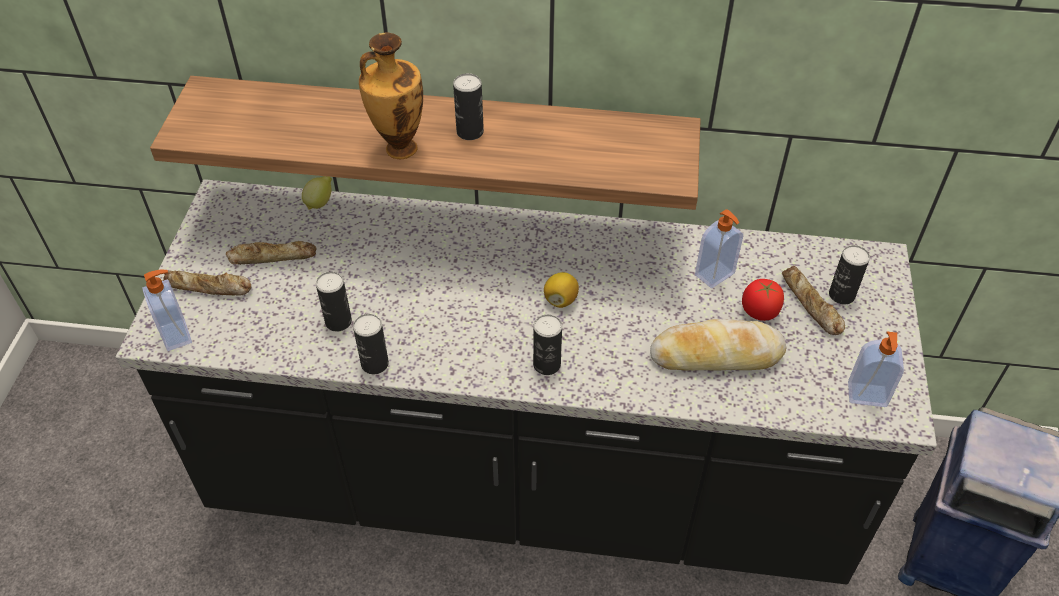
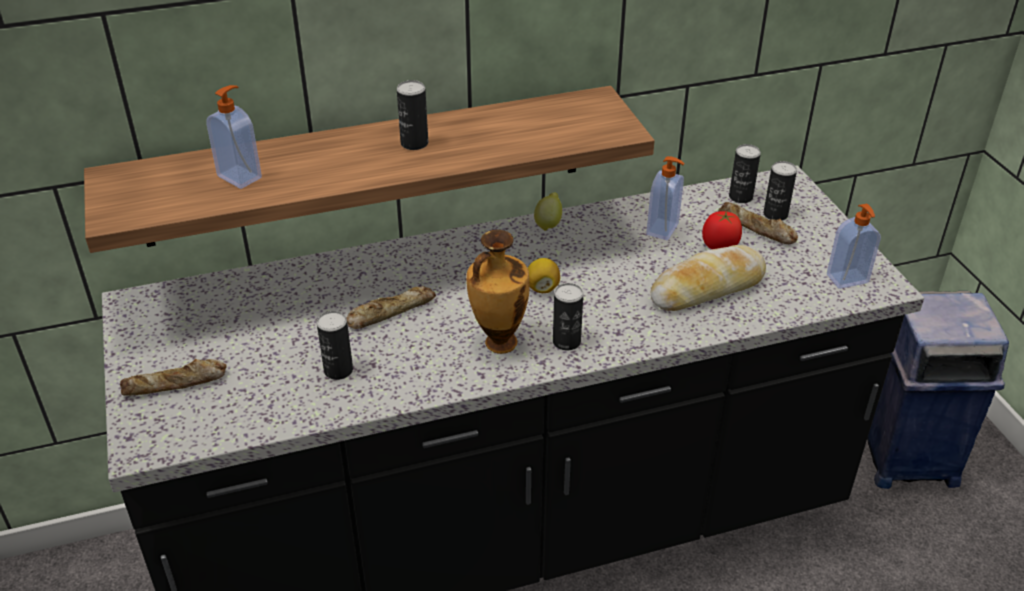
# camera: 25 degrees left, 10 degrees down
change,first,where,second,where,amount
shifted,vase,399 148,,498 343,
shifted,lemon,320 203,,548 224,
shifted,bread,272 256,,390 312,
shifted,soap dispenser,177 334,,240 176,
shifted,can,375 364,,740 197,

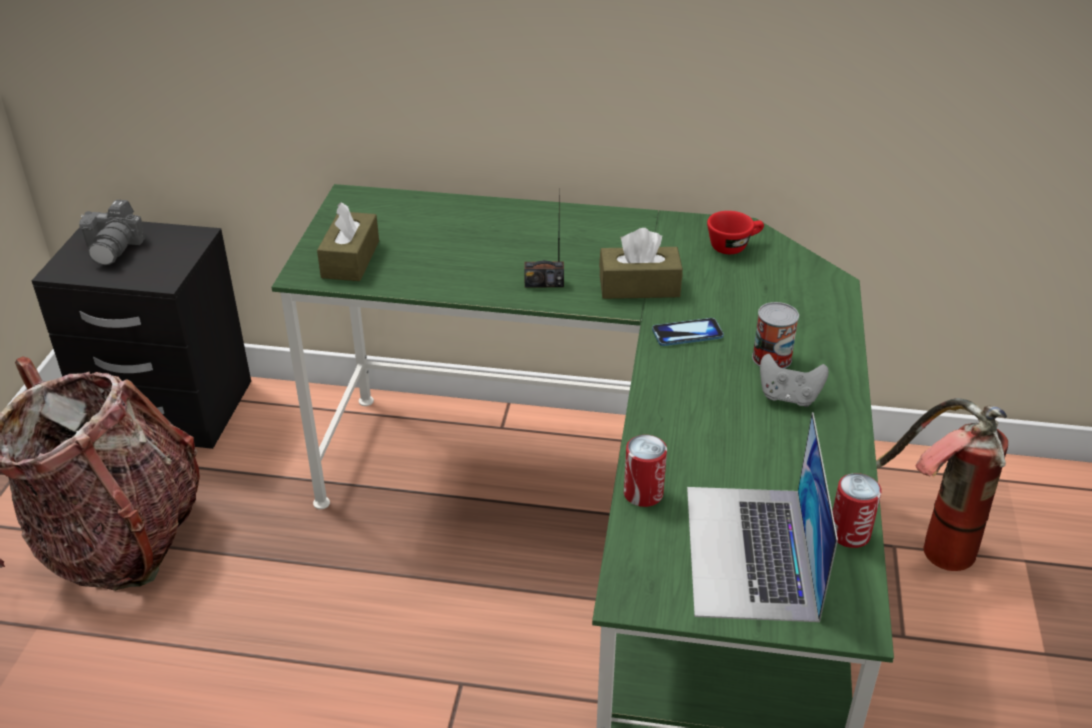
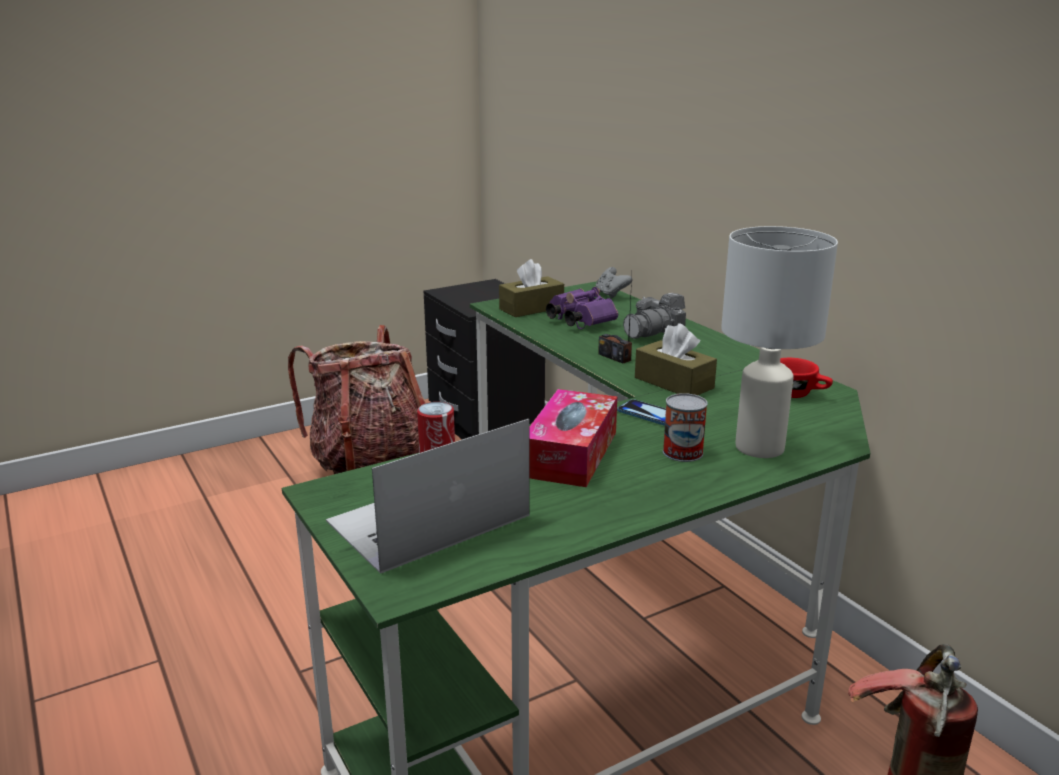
# camera: 50 degrees right, 15 degrees down
change,first,where,second,where,amount
shifted,photo camera,115 247,,654 333,
shifted,grey game controller,788 397,,611 294,
gone,can,849 534,,,
new,,,white table lamp,759 448,
new,,,purple binoculars,578 321,
new,,,tissue box,570 454,

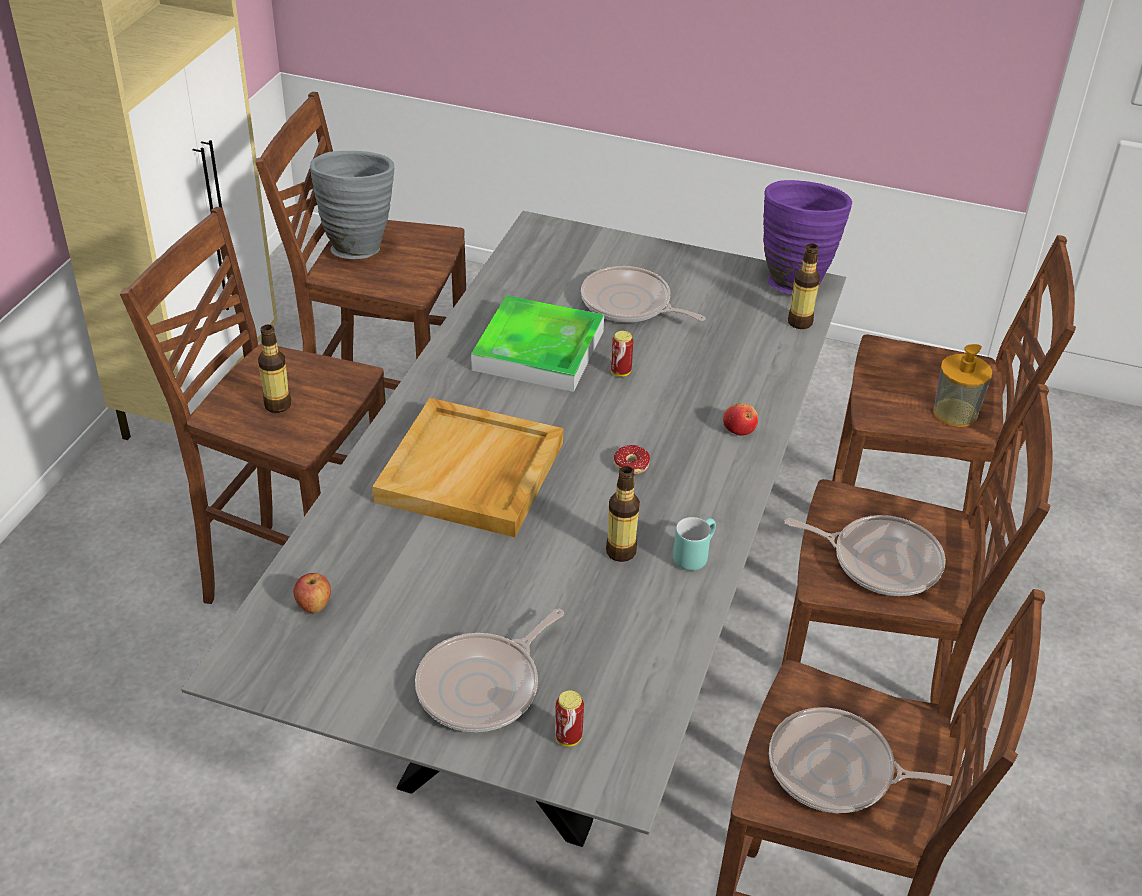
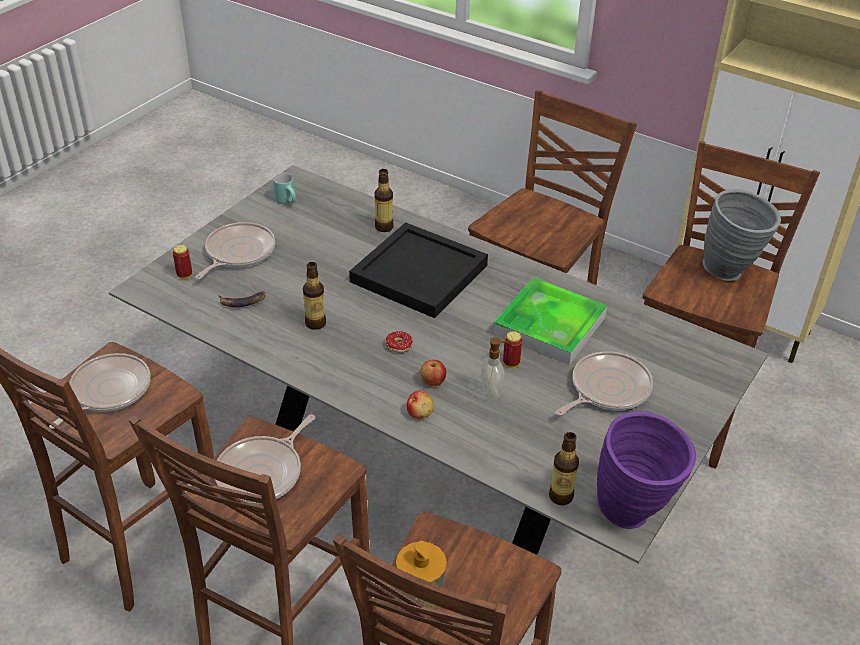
# camera: 105 degrees right, 0 degrees up
change,first,where,second,where,amount
shifted,bottle,277 405,,384 227,
repainted,beige tray,471 473,black tray,417 273,
shifted,turquoise mug,693 554,,288 201,
shifted,apple,313 605,,433 382,
rotated,frying pan,483 686,,238 253,60 degrees clockwise
new,,,banana,242 301,
new,,,soap dispenser,492 393,

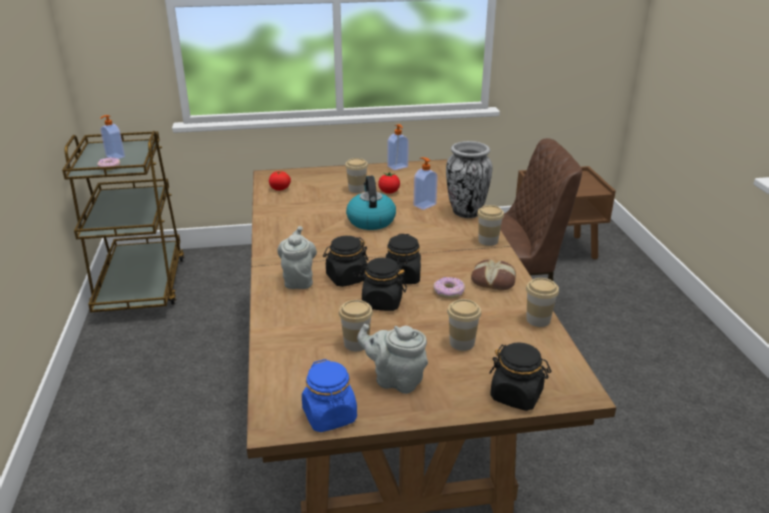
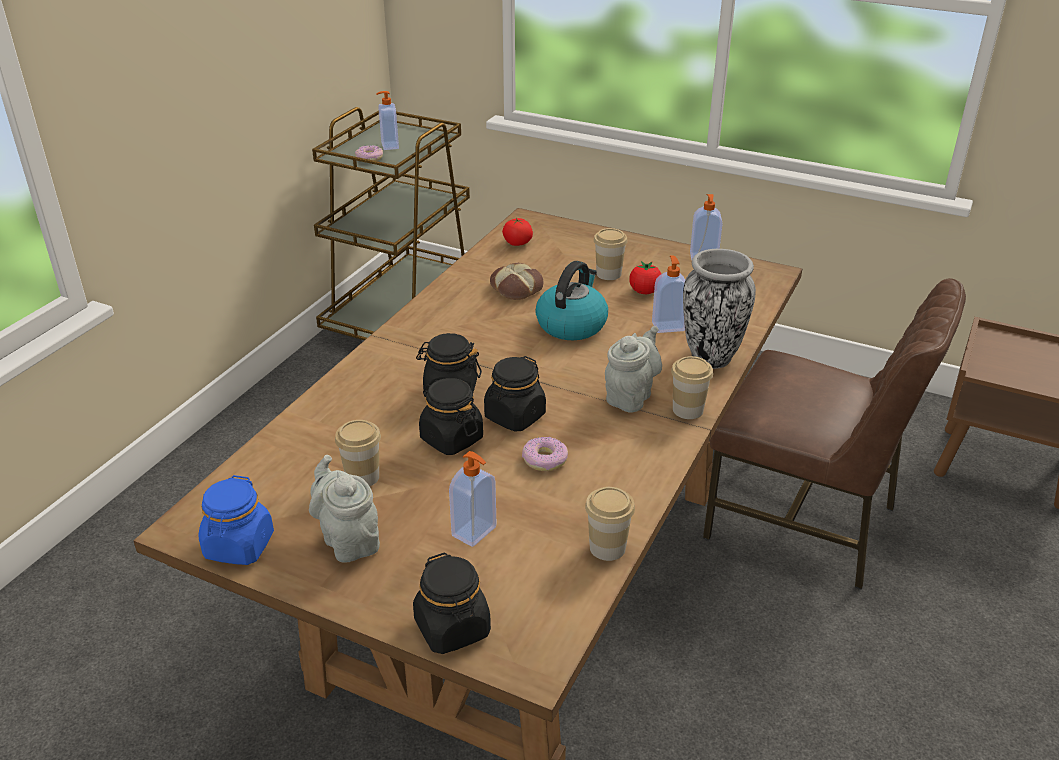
# camera: 35 degrees right, 5 degrees up
change,first,where,second,where,amount
shifted,grey teapot,298 279,,630 396,
shifted,bread,494 280,,517 288,
swapped,cup,462 343,soap dispenser,475 532,

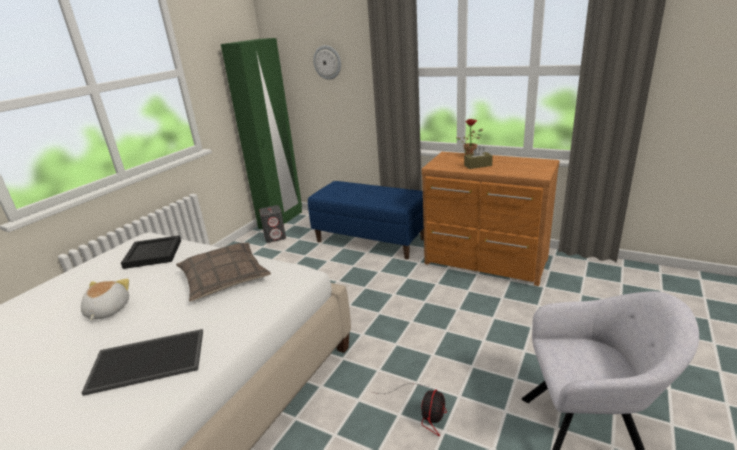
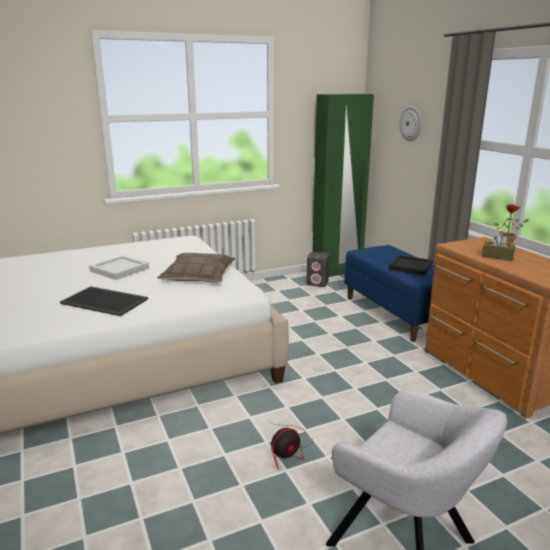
# camera: 35 degrees right, 5 degrees down
change,first,where,second,where,amount
shifted,black tray,152 254,,410 267,
swapped,plush toy,107 310,white tray,118 269,

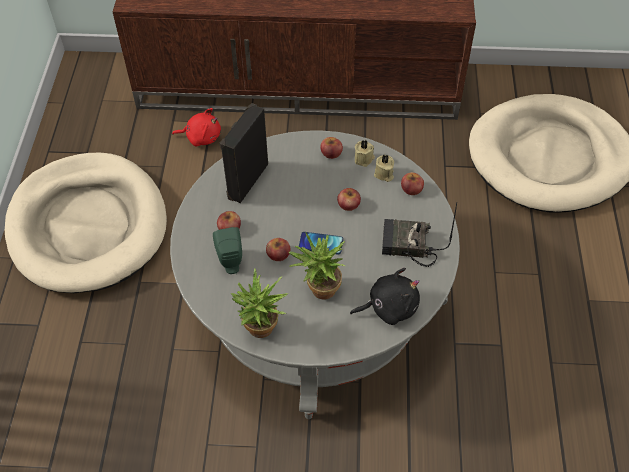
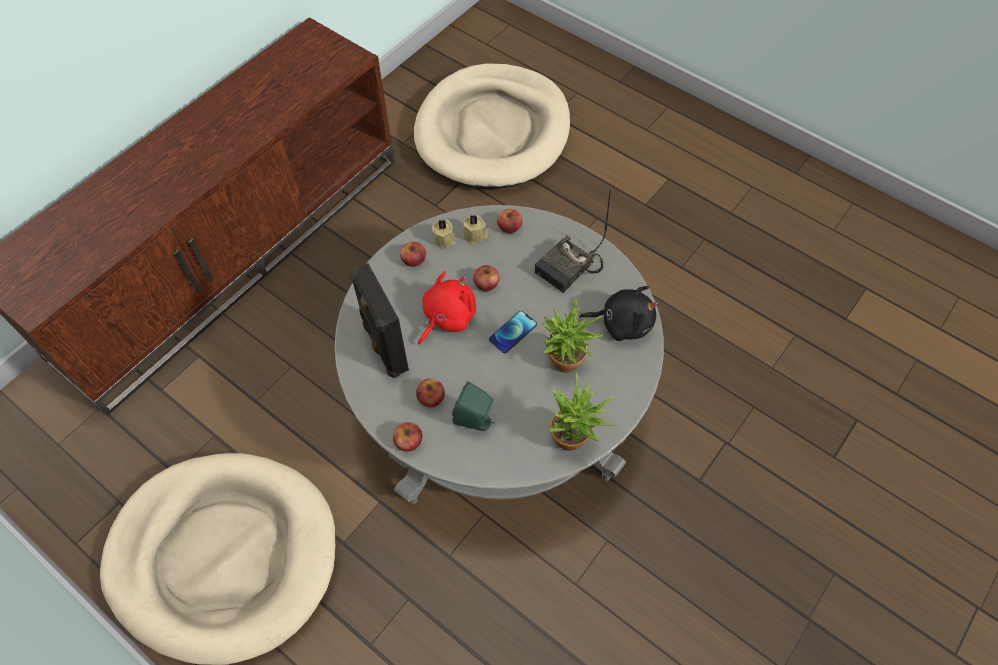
# camera: 55 degrees left, 5 degrees up
change,first,where,second,where,amount
shifted,red plush toy,201 137,,447 317,
shifted,apple,278 254,,408 441,
rotated,black plush toy,389 307,,622 323,75 degrees clockwise

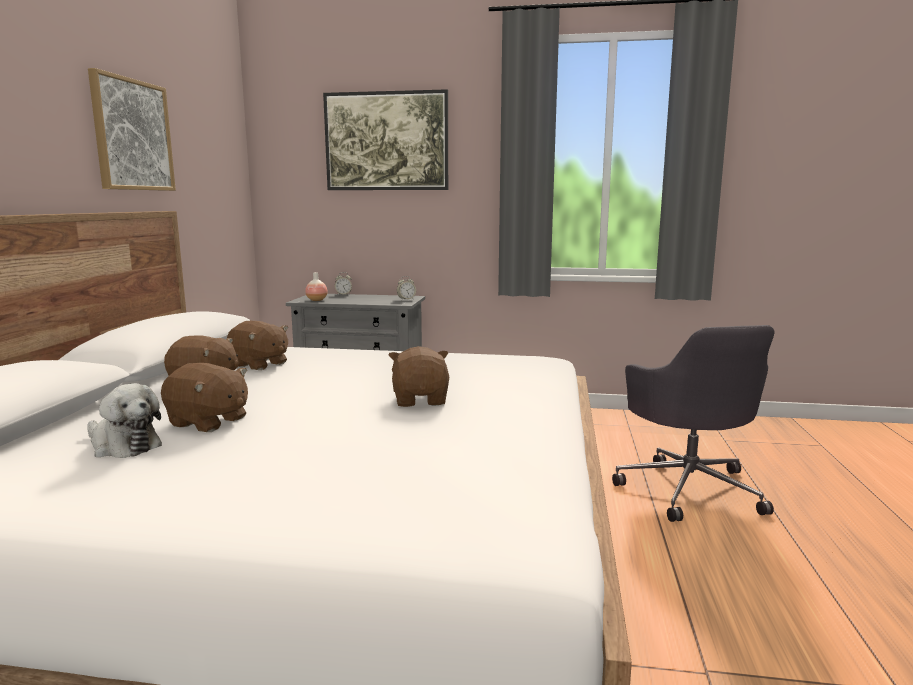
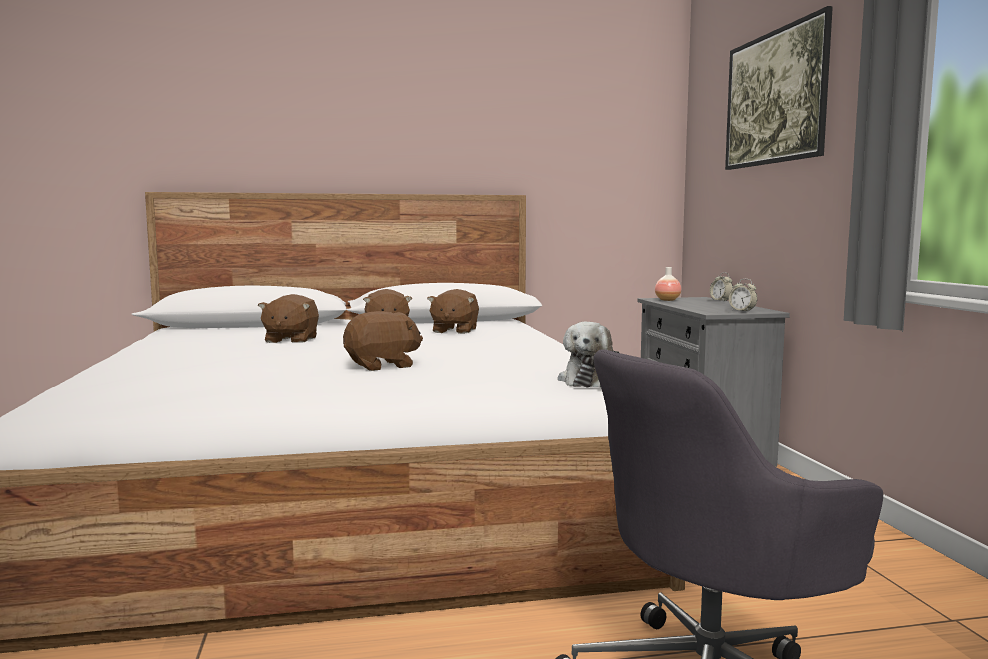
# camera: 70 degrees right, 5 degrees down
change,first,where,second,where,amount
gone,picture,132 135,,,
shifted,plush toy,123 445,,587 380,

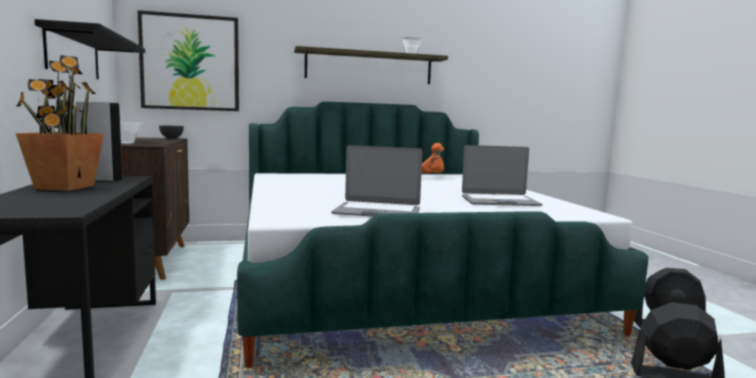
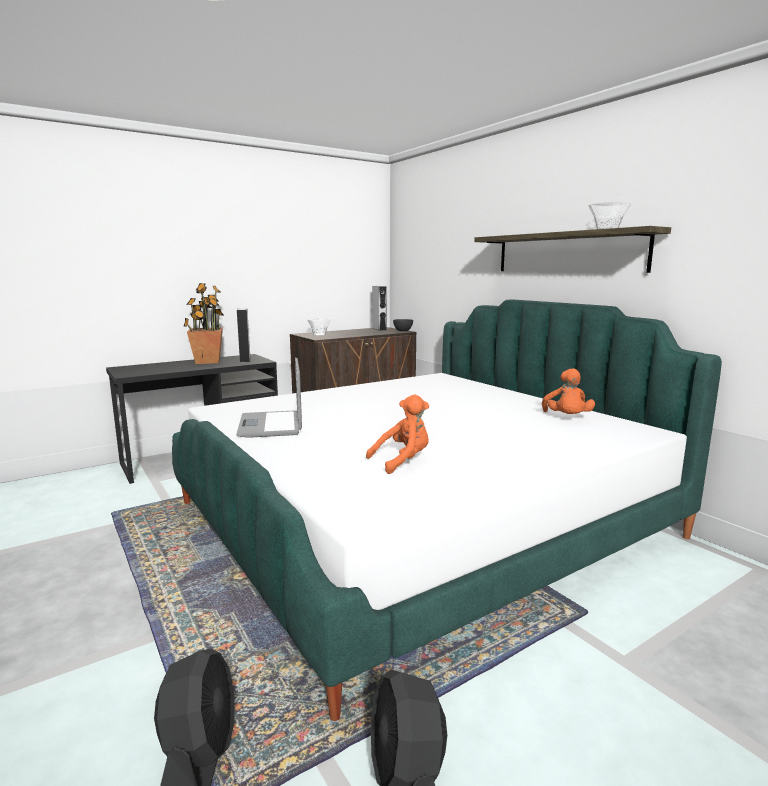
# camera: 70 degrees right, 5 degrees up
change,first,where,second,where,amount
gone,picture,190 63,,,
gone,black shelf,73 54,,,
swapped,laptop,499 201,orange plush toy,403 461,
new,,,grey speaker,379 329,

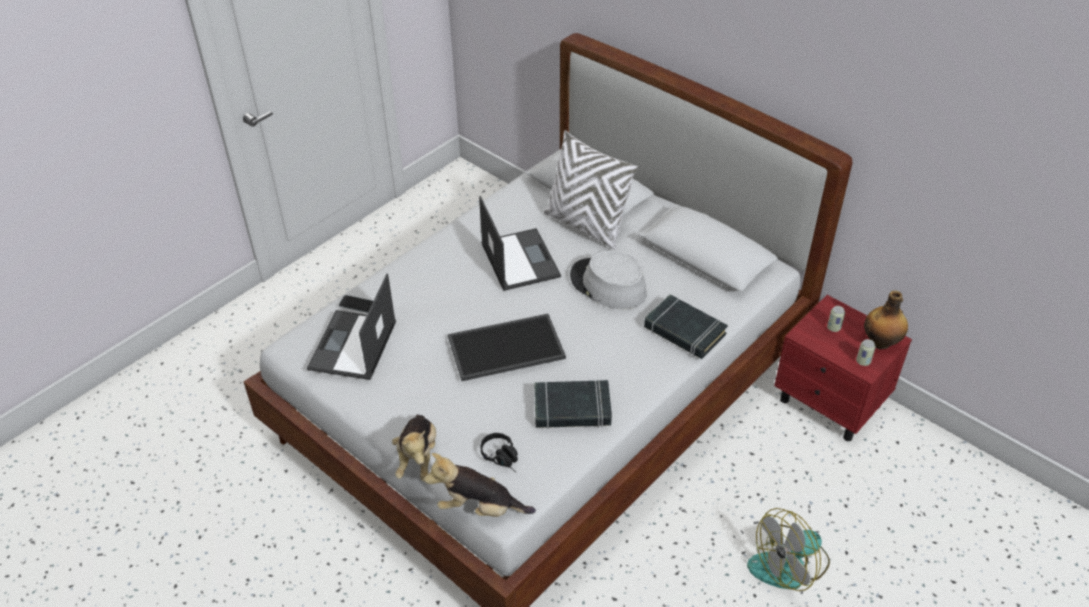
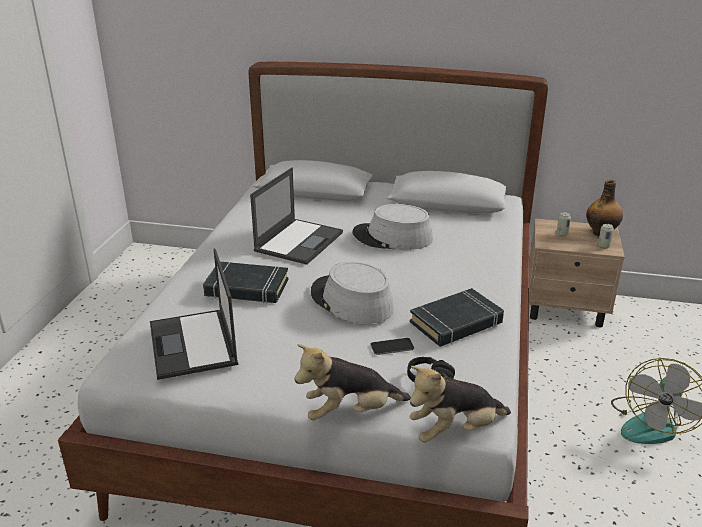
# camera: 30 degrees left, 15 degrees down
change,first,where,second,where,amount
gone,white pillow,586 225,,,
rotated,laptop,519 259,,299 241,75 degrees clockwise
shifted,black book,684 331,,246 288,
shifted,phone,357 304,,392 347,
repainted,red nightstand,831 403,beige nightstand,566 309,
swapped,tray,505 349,grey hat,351 301,
rotated,plush toy,418 458,,350 412,105 degrees clockwise

